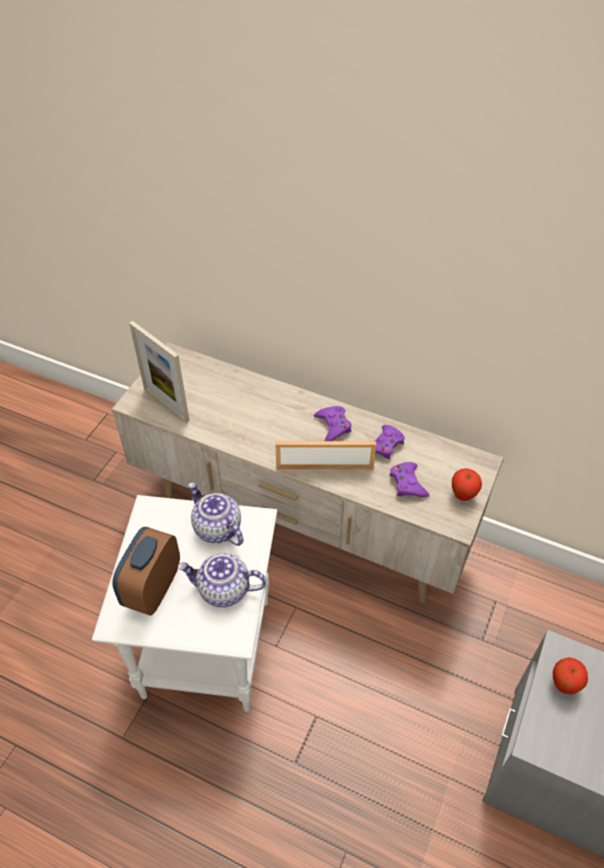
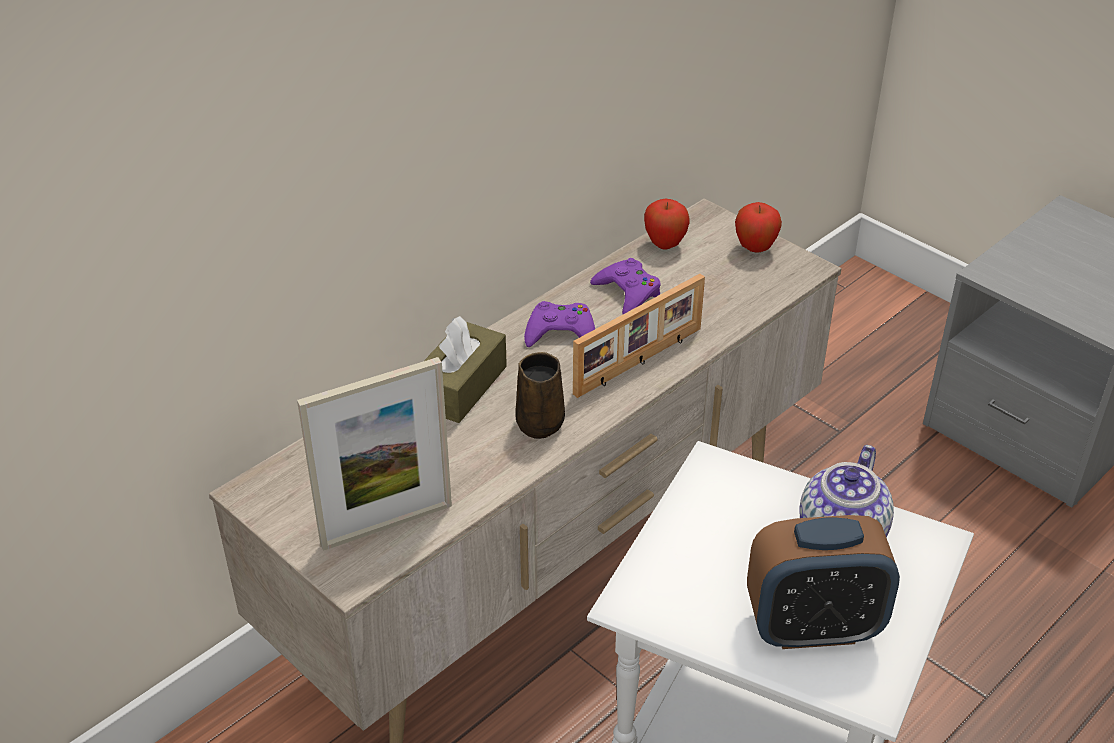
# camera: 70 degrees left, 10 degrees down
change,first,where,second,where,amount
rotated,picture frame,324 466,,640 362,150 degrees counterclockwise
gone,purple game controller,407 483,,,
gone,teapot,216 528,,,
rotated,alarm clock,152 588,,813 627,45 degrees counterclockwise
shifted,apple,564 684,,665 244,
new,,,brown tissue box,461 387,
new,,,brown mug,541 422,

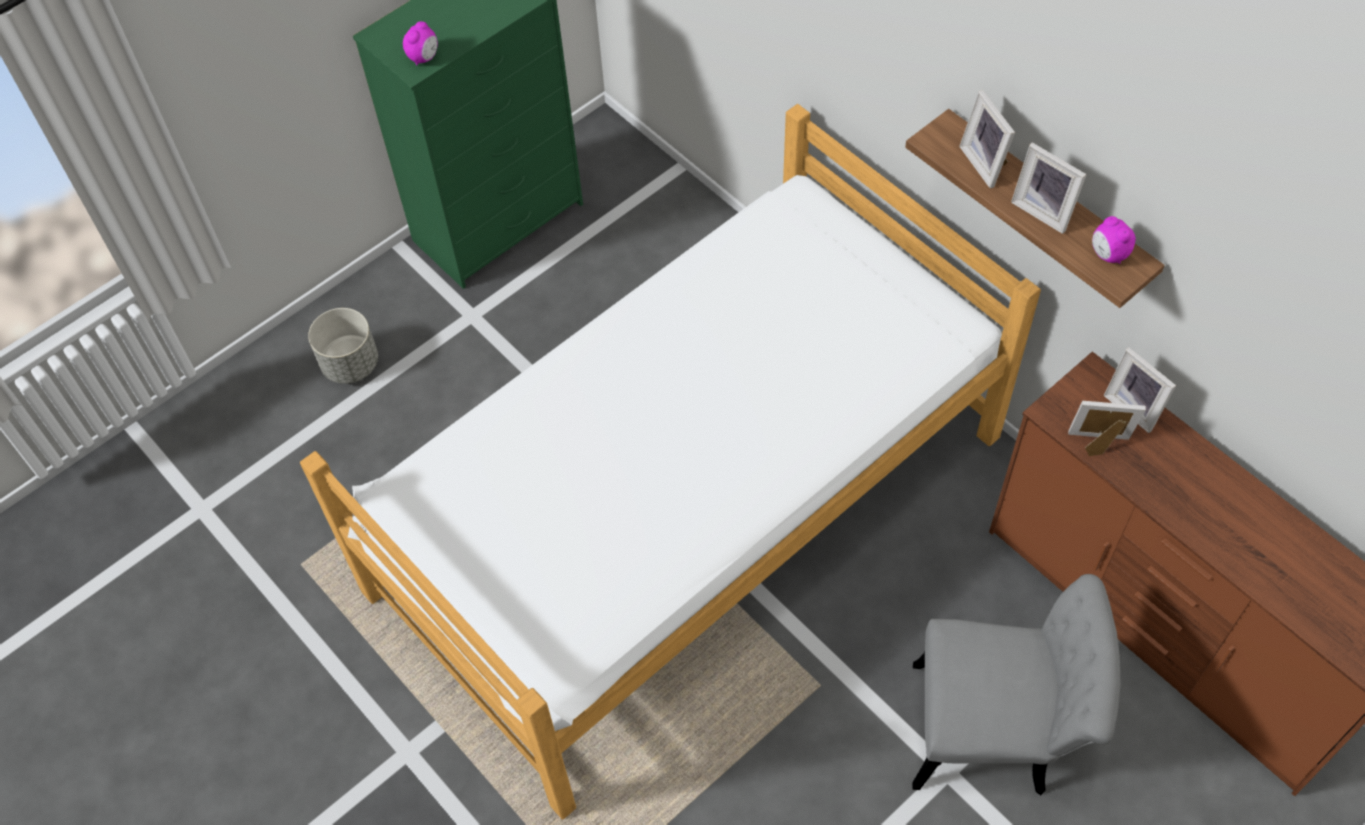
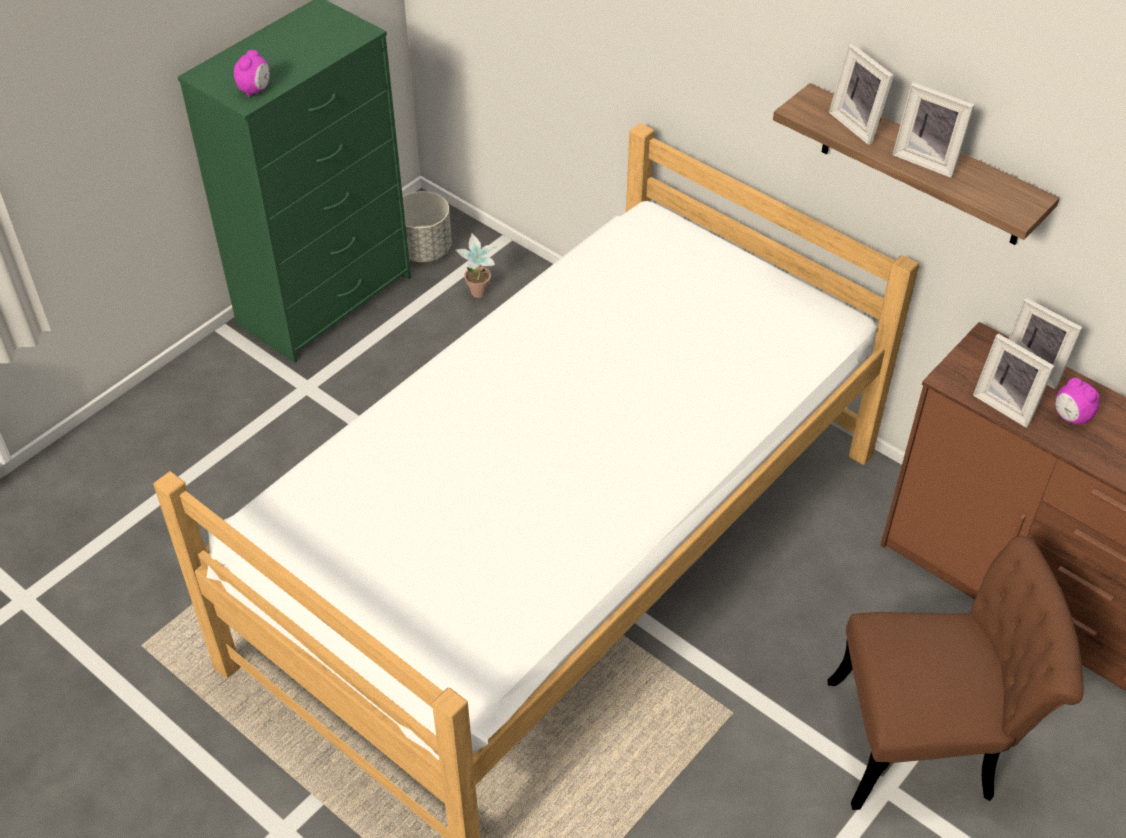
# camera: 10 degrees left, 10 degrees down
change,first,where,second,where,amount
shifted,alarm clock,1108 254,,1071 417,
shifted,grey planter,350 363,,424 250,
rotated,picture frame,1098 445,,1007 404,135 degrees counterclockwise
repainted,grey chair,997 731,brown chair,929 740,
new,,,potted plant,479 296,

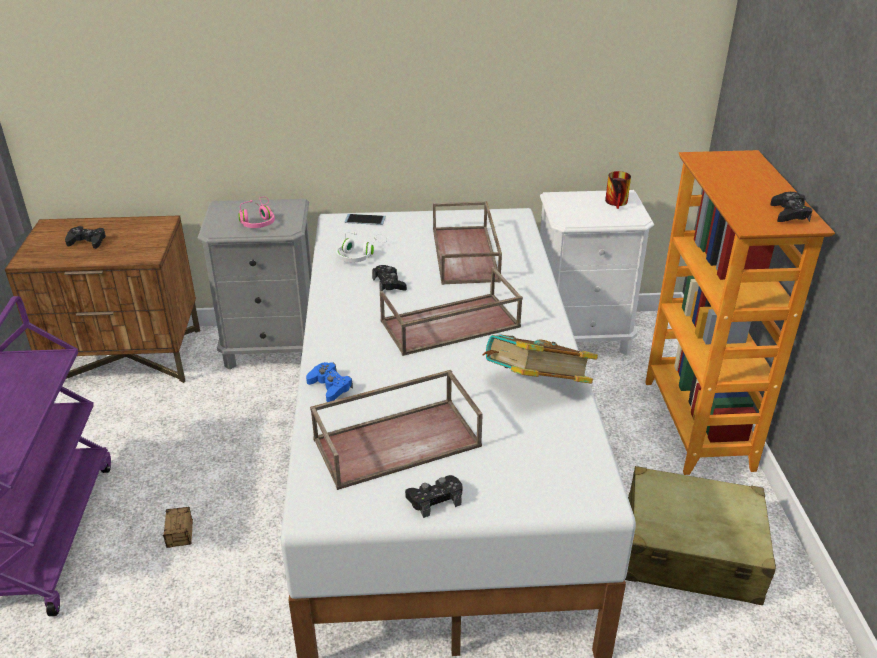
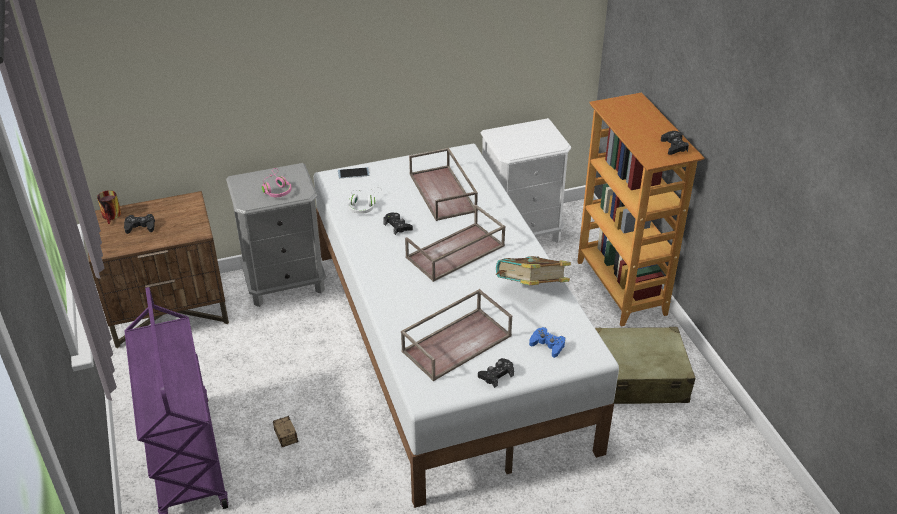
# camera: 15 degrees left, 5 degrees up
change,first,where,second,where,amount
shifted,mug,618 203,,113 216,
shifted,blue game controller,330 387,,547 345,

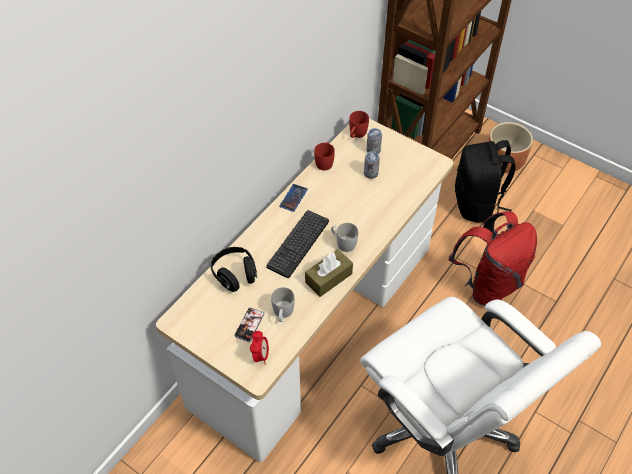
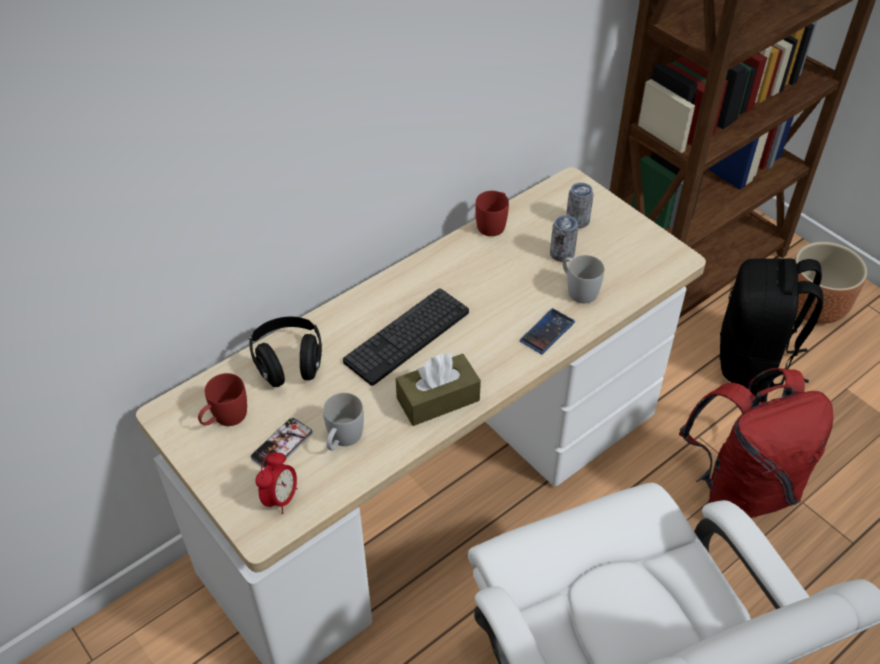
# camera: 15 degrees right, 5 degrees down
change,first,where,second,where,amount
shifted,red mug,356 134,,224 418,
shifted,phone,293 198,,547 332,
shifted,white mug,343 242,,578 289,

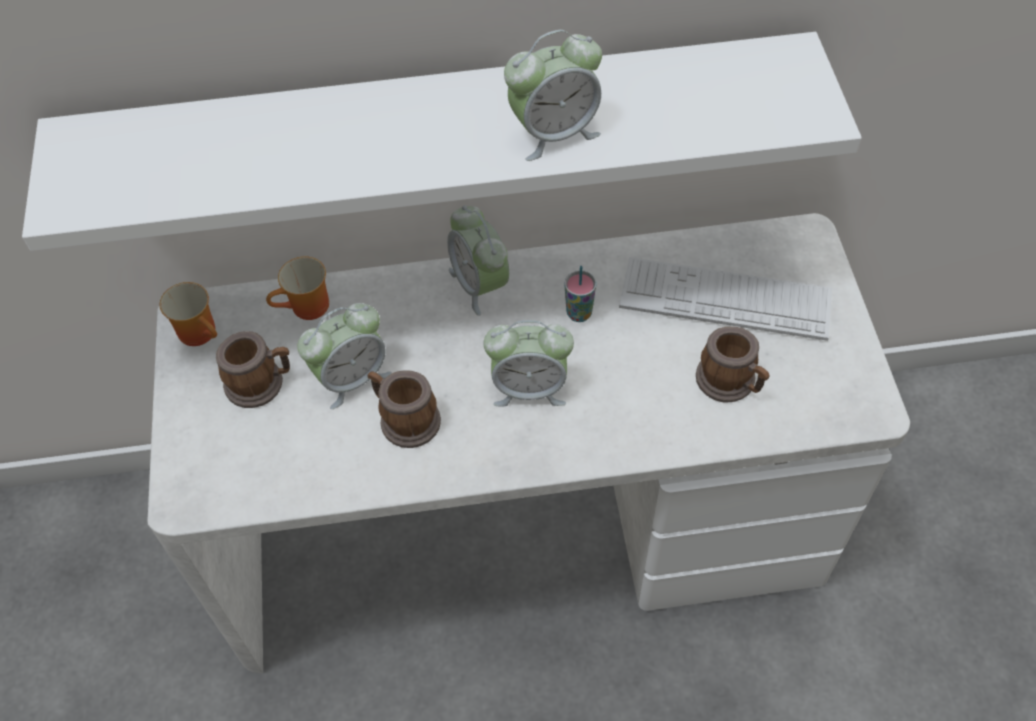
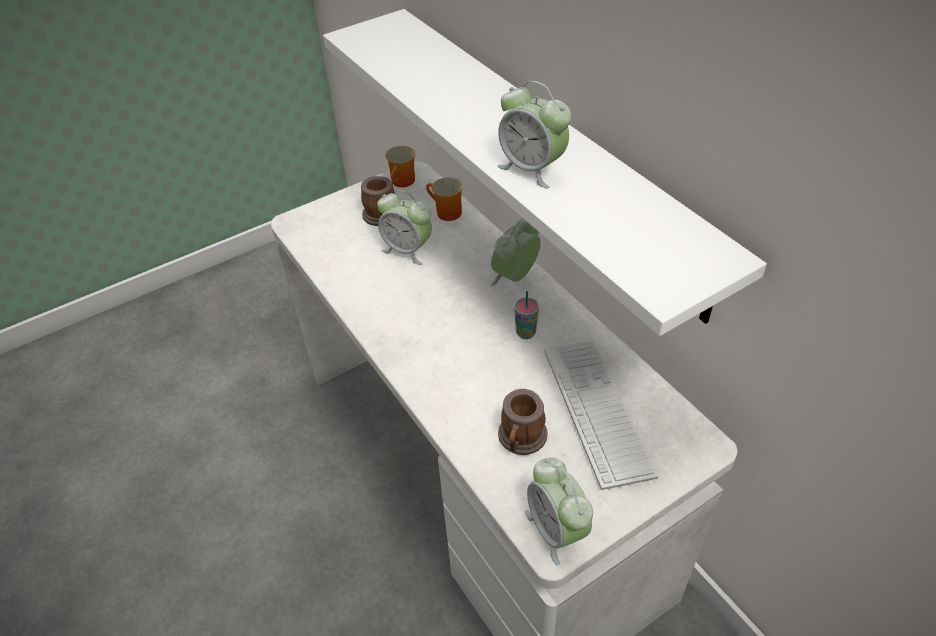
# camera: 65 degrees right, 10 degrees down
change,first,where,second,where,amount
shifted,alarm clock,529 388,,556 530,
gone,mug,404 419,,,

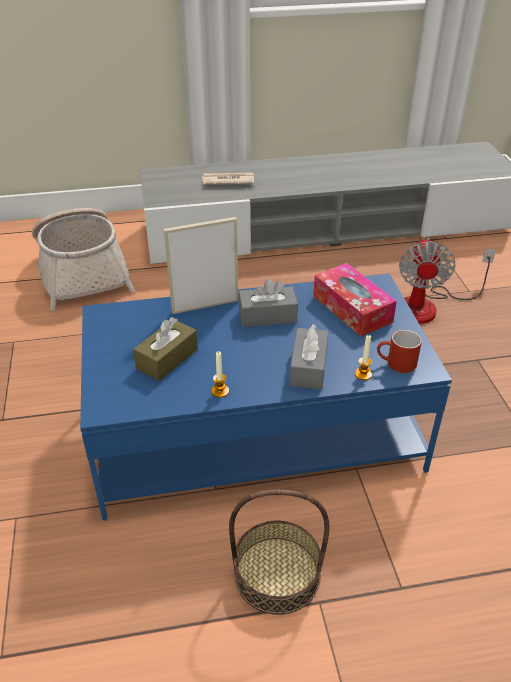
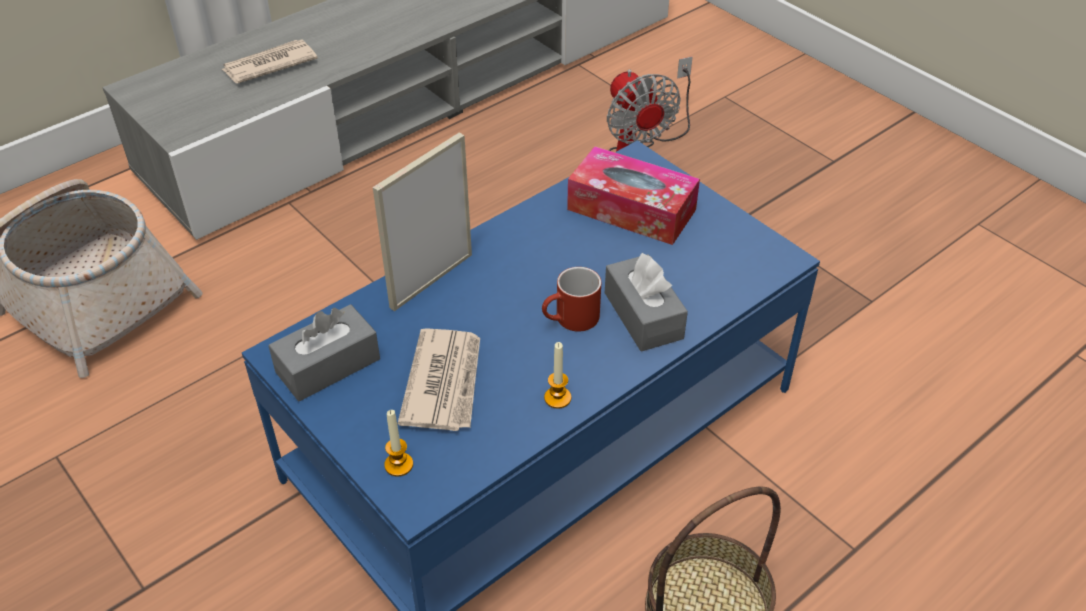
# camera: 30 degrees left, 5 degrees up
change,first,where,second,where,amount
shifted,grey tissue box,267 316,,328 365,
swapped,brown tissue box,167 359,newspaper,444 382,
shifted,red mug,396 364,,571 320,
shifted,candle,363 374,,398 465,

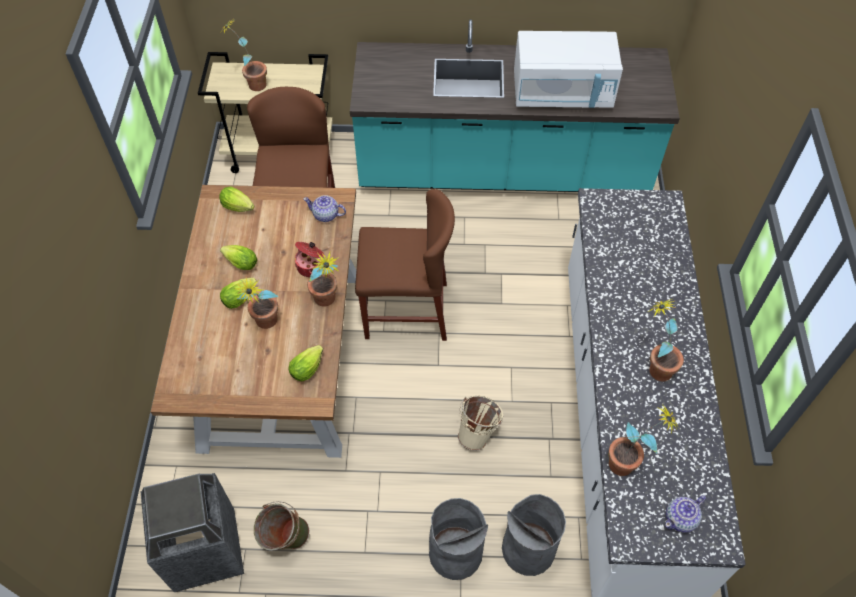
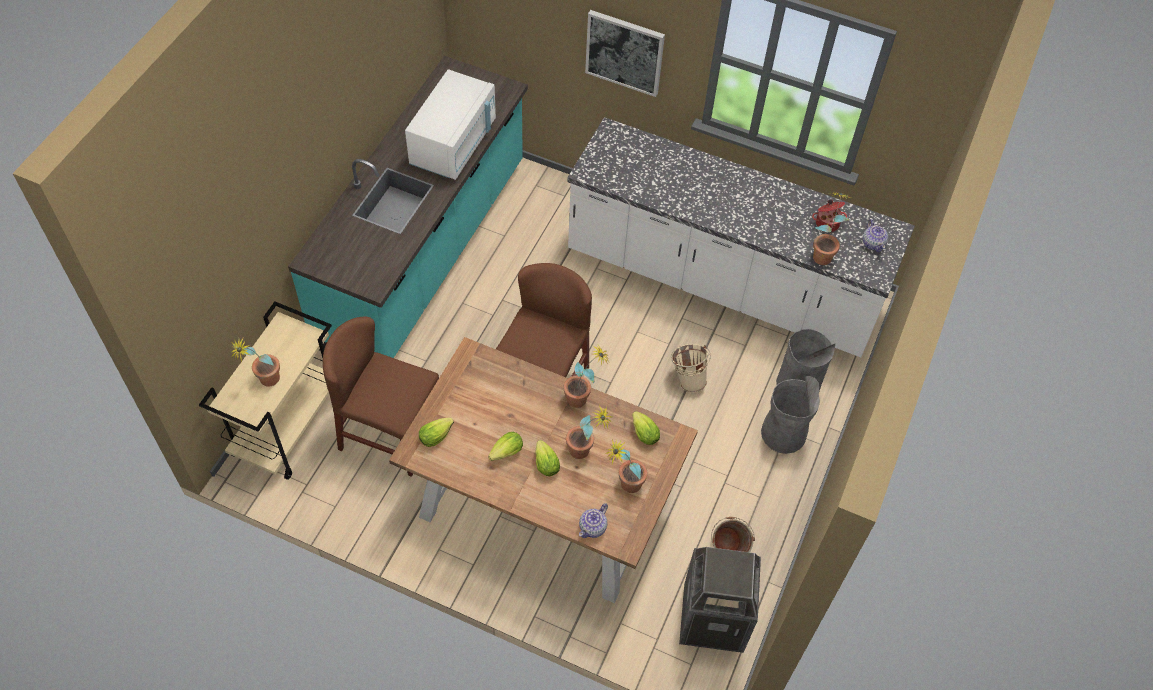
# camera: 70 degrees left, 0 degrees up
change,first,where,second,where,amount
shifted,teapot,326 215,,593 527,
shifted,cooking pot,311 266,,827 223,
shifted,potted plant,655 366,,624 485,
new,,,picture,624 52,

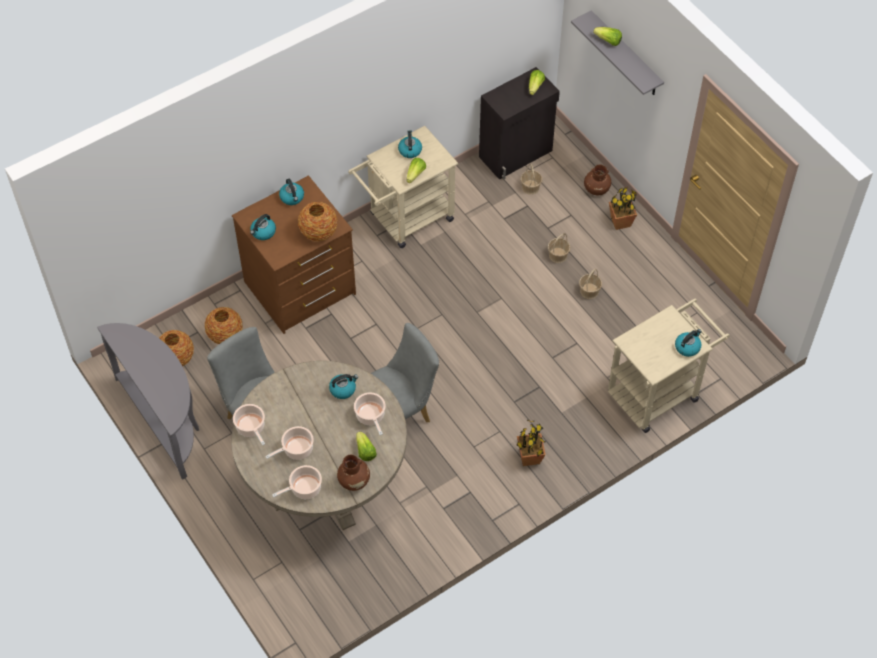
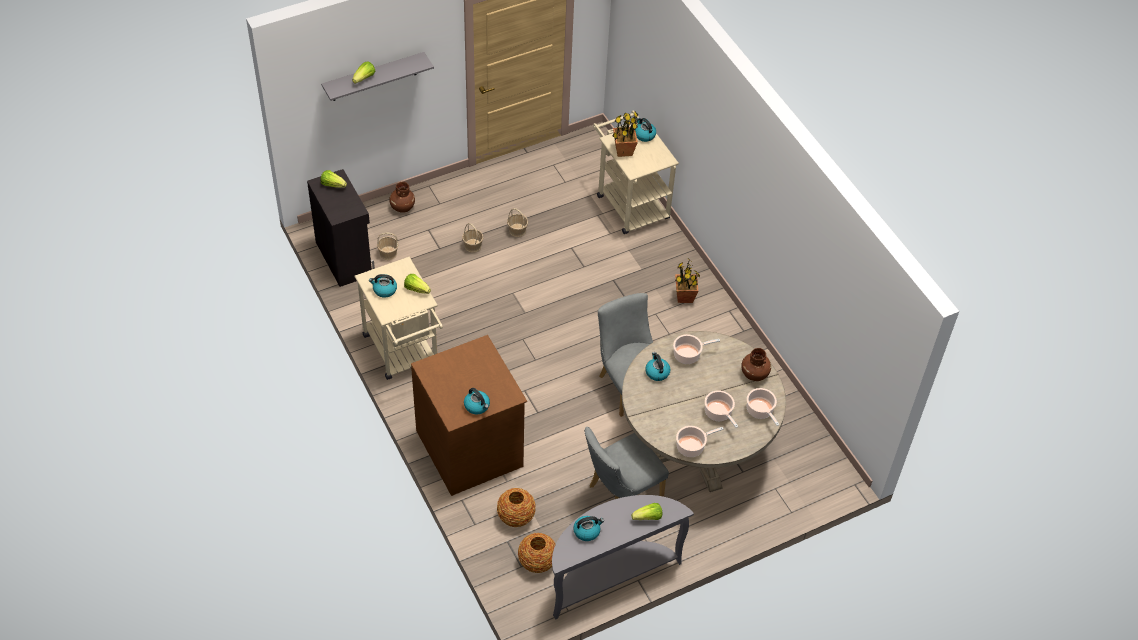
# camera: 85 degrees left, 5 degrees down
change,first,where,second,where,amount
shifted,kettle,292 197,,587 531,
shifted,potted plant,620 222,,623 151,
gone,vase,318 232,,,
shifted,lettuce,365 451,,648 517,

